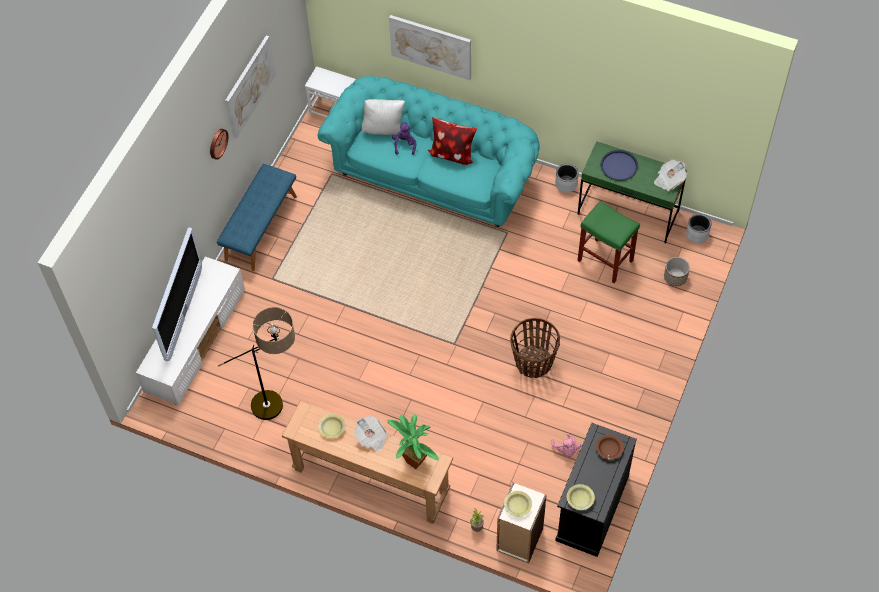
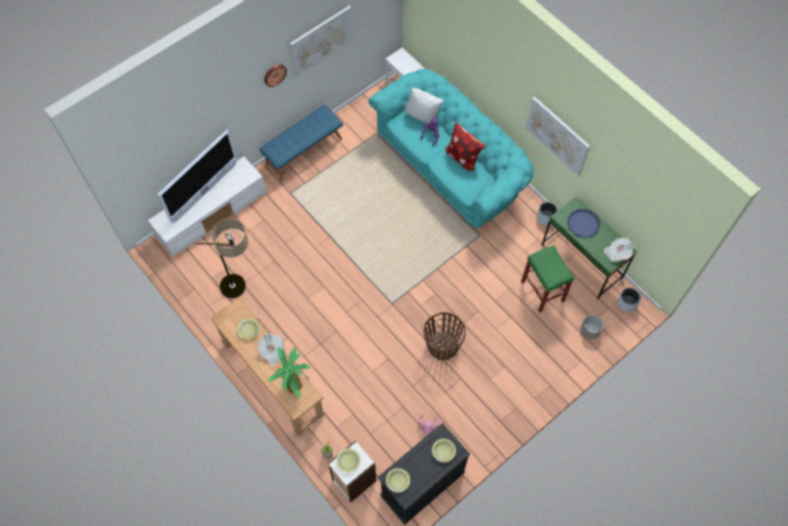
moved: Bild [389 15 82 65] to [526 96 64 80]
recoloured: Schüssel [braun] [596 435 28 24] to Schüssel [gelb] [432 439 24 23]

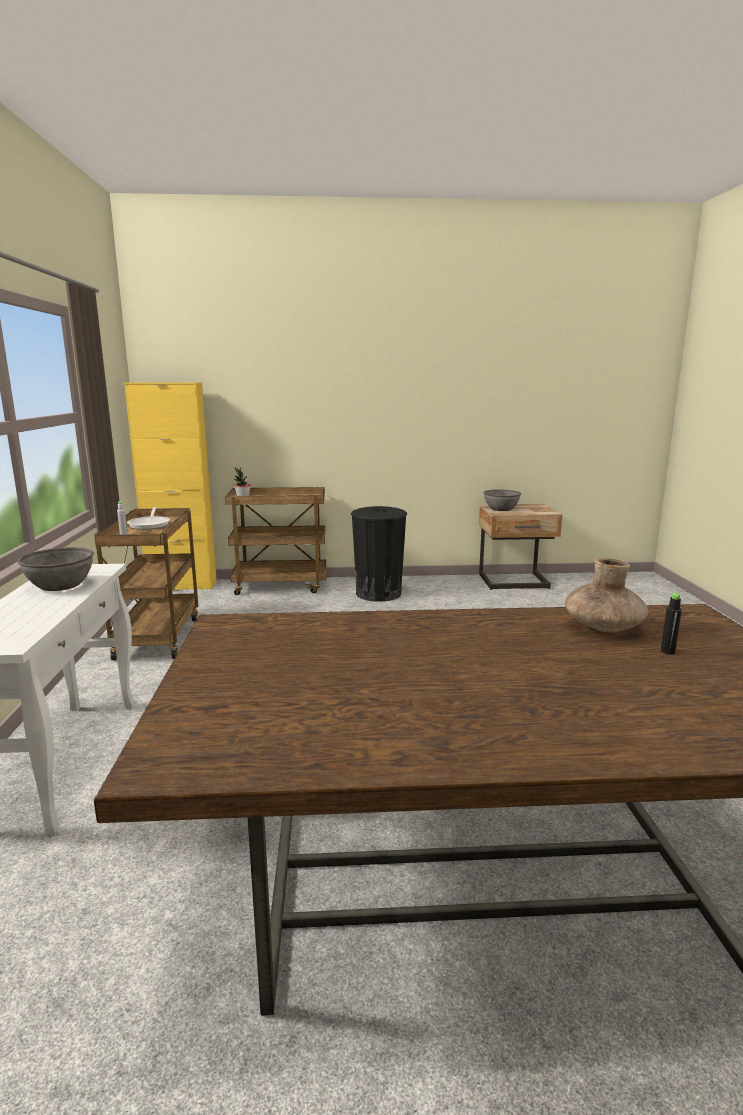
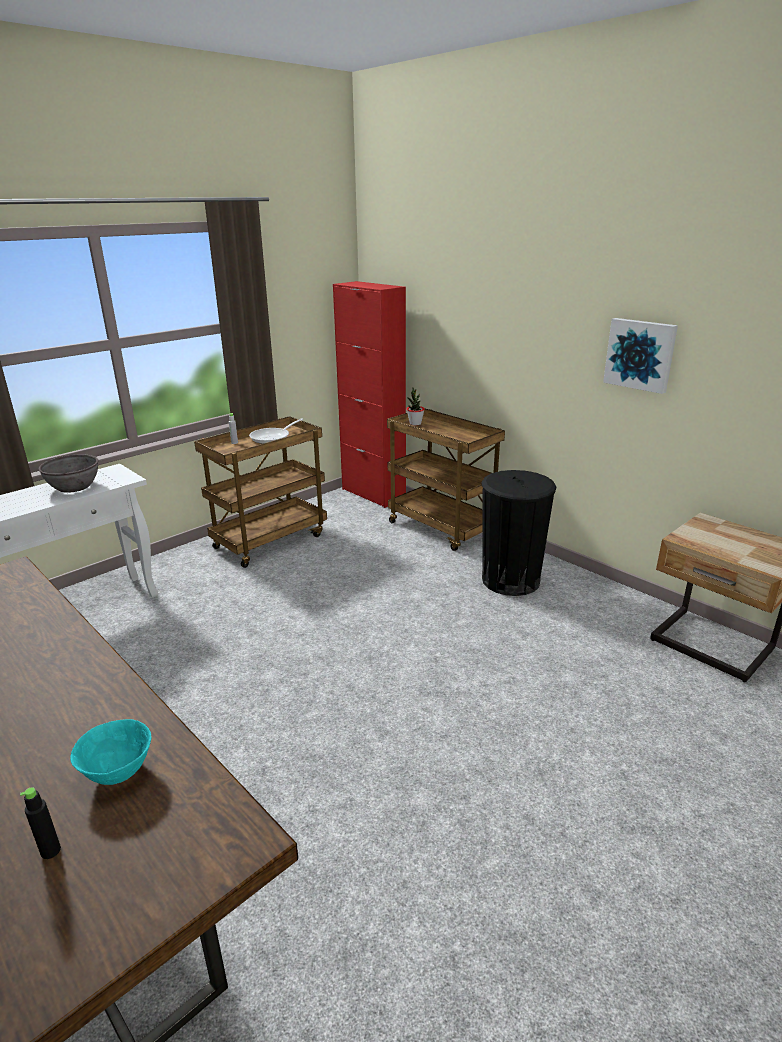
removed: Schüssel [grau] [484 489 37 22]
added: Bild [603 318 75 76]
replaced: Vase [braun] [565 558 84 75] to Schüssel [türkis] [70 719 82 66]
recoloured: Schrank [gelb] [124 382 93 208] to Schrank [rot] [333 281 73 227]

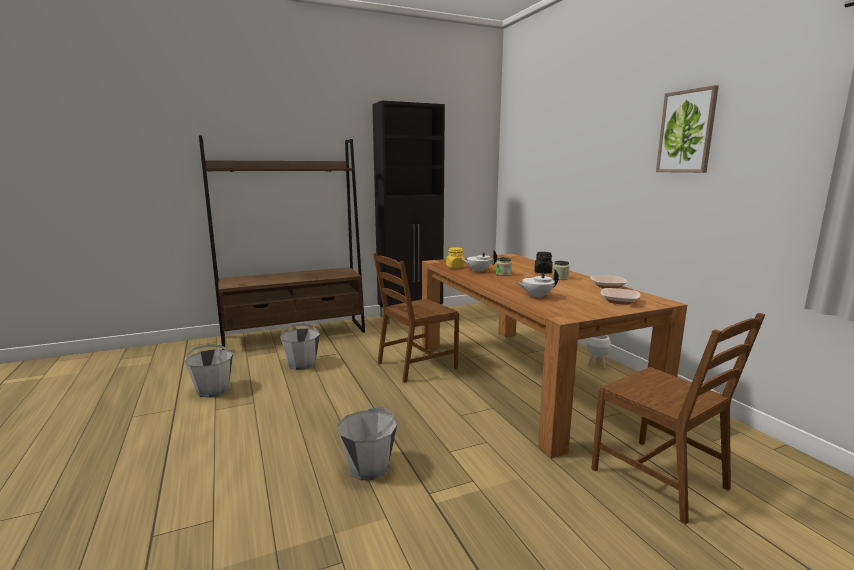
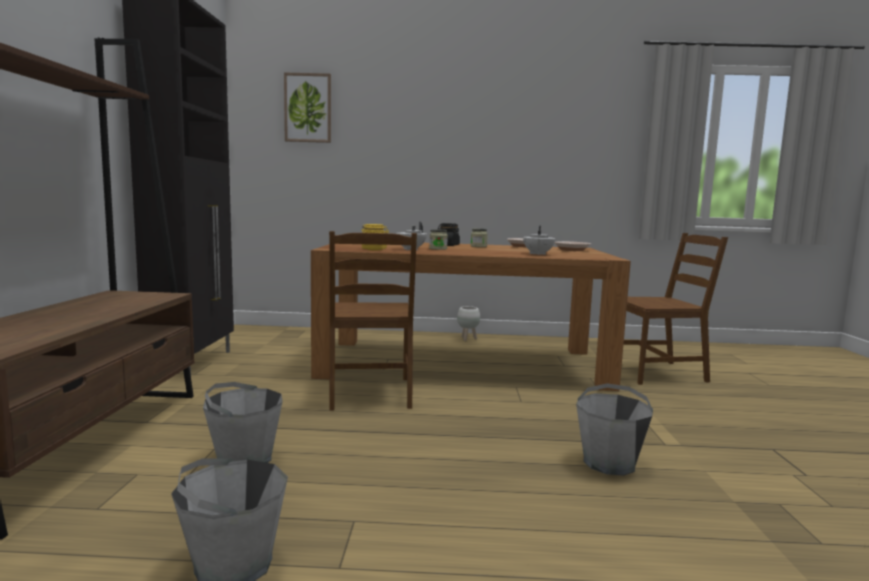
moved: Bild [656 85 63 88] to [284 72 47 71]

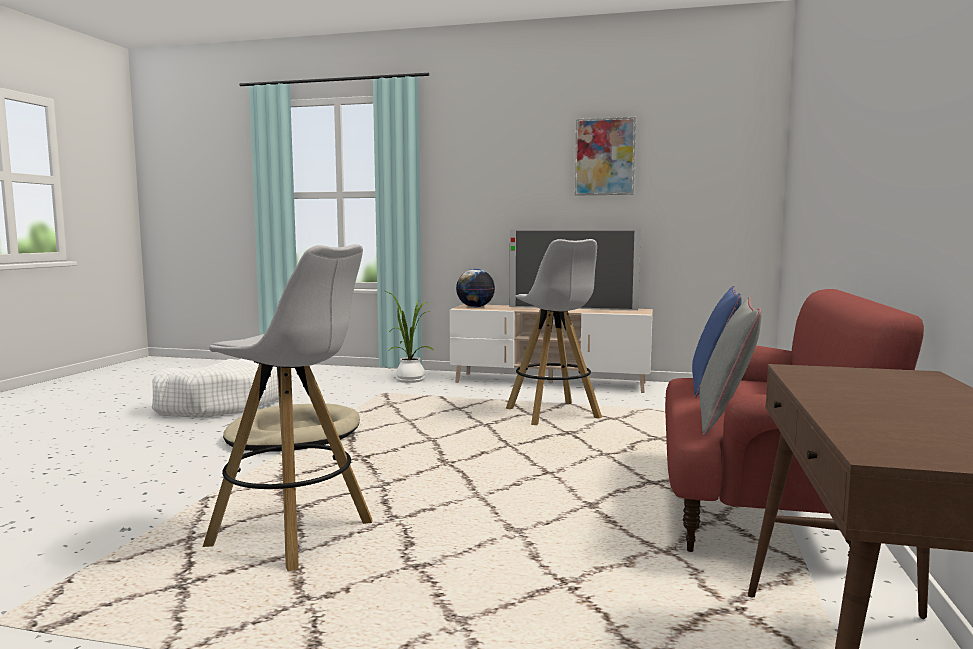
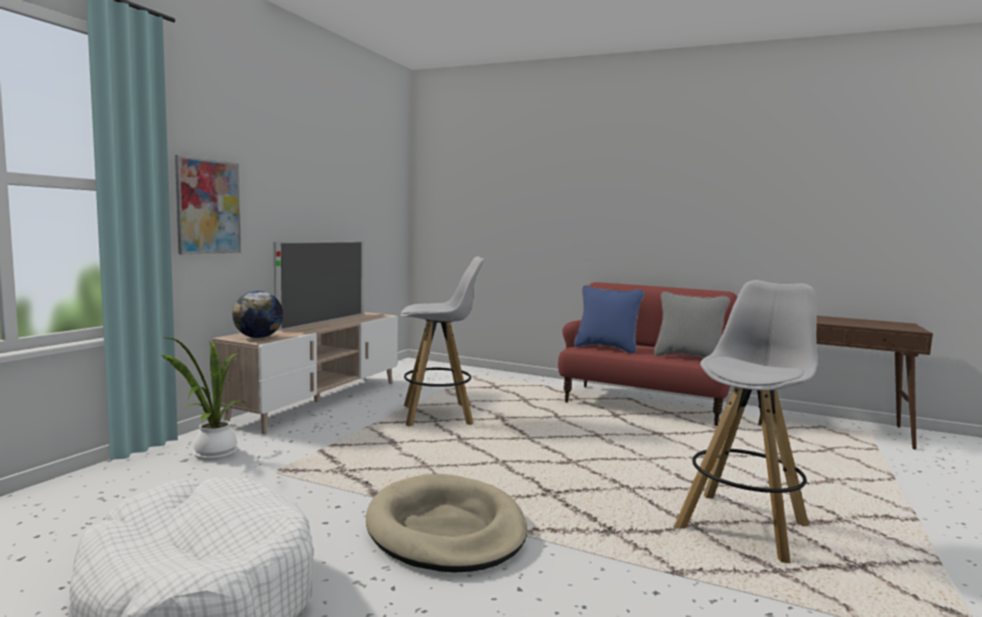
moved: Bild [575 117 61 78] to [175 155 66 99]

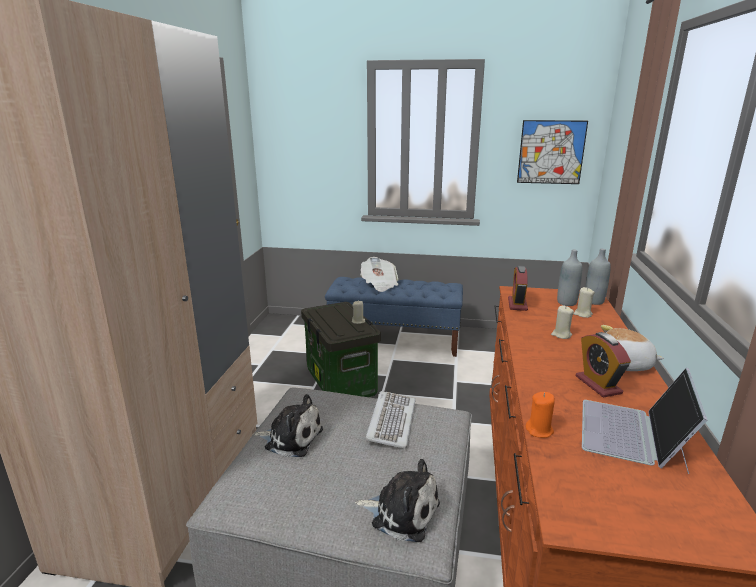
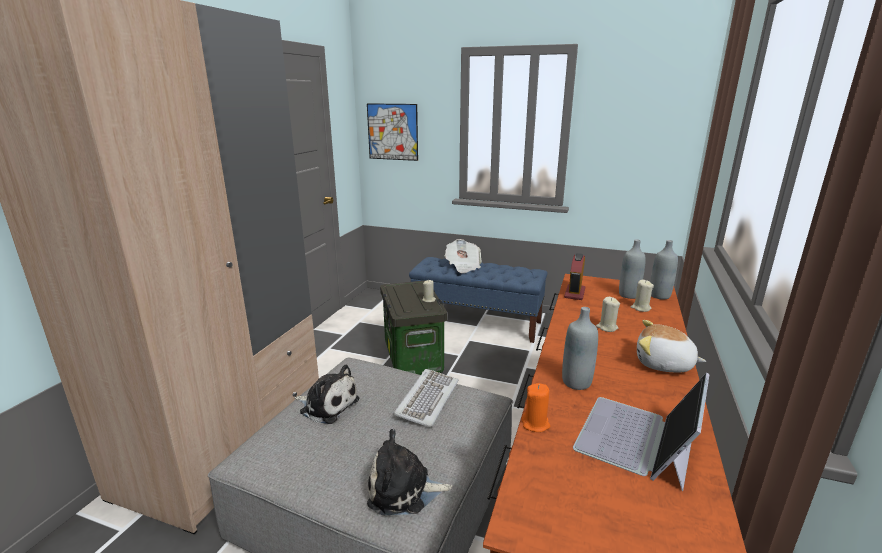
removed: Wecker [576 332 55 65]
added: Flasche [grau] [562 307 36 83]
moved: Bild [517 120 71 64] to [367 103 51 58]
turned: Plüschtier [355 459 85 83] = [367 429 86 86] 150 degrees clockwise

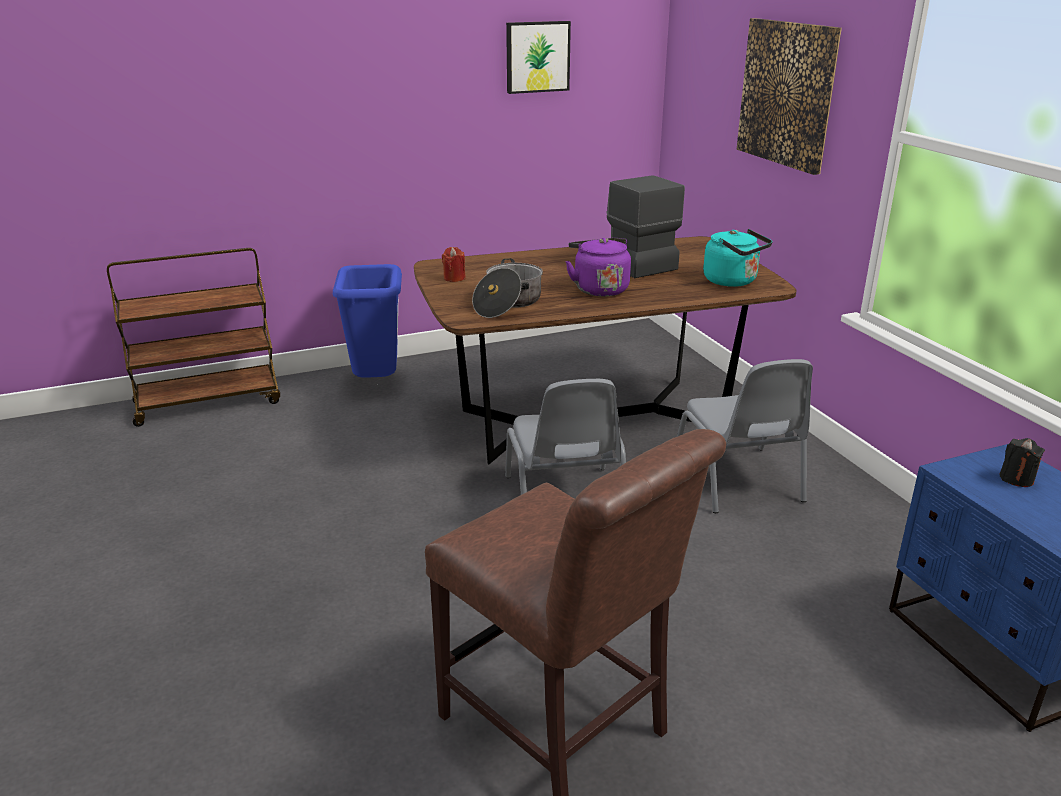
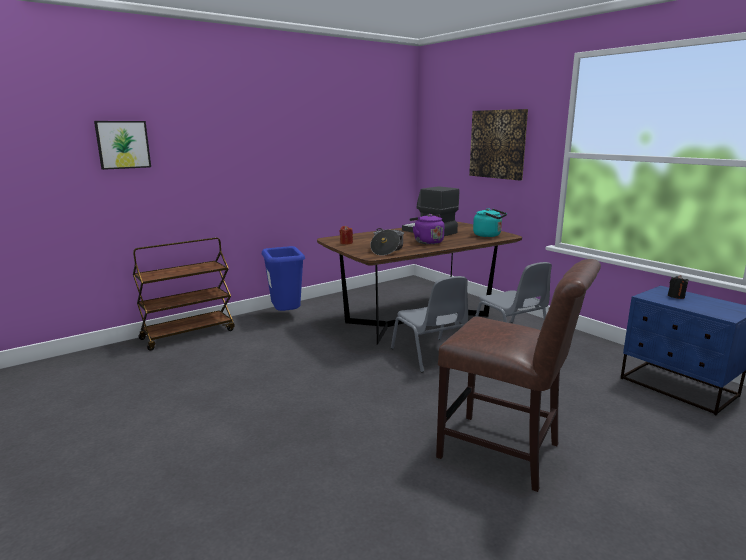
moved: Bild [506 21 65 73] to [94 121 57 49]

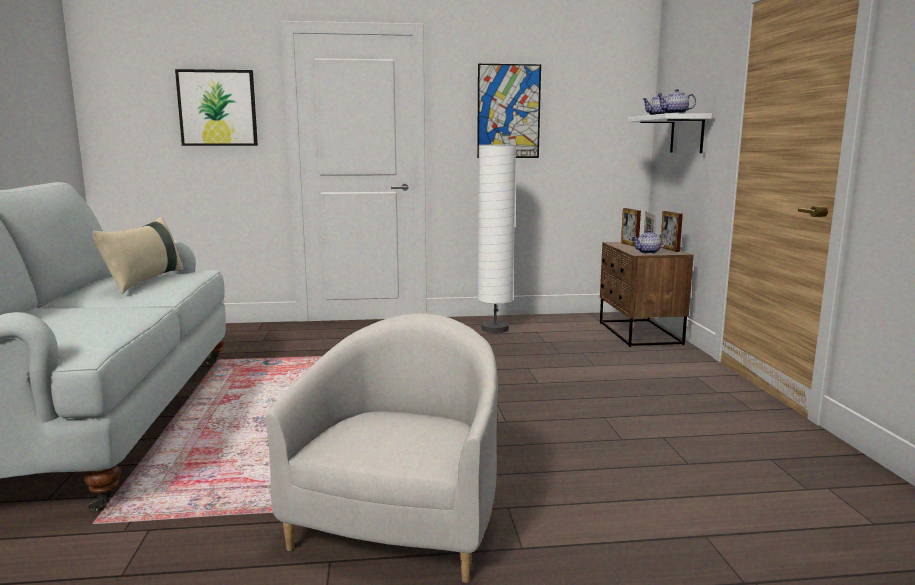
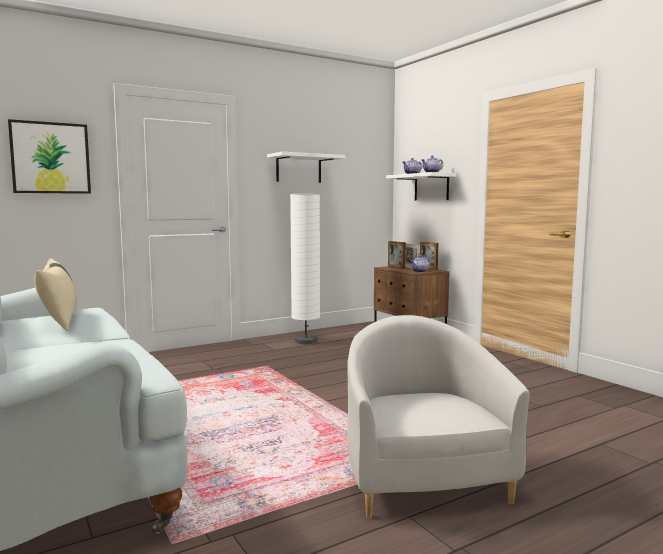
replaced: Bild [477 64 64 94] to Wandregal [weiß] [267 152 79 31]

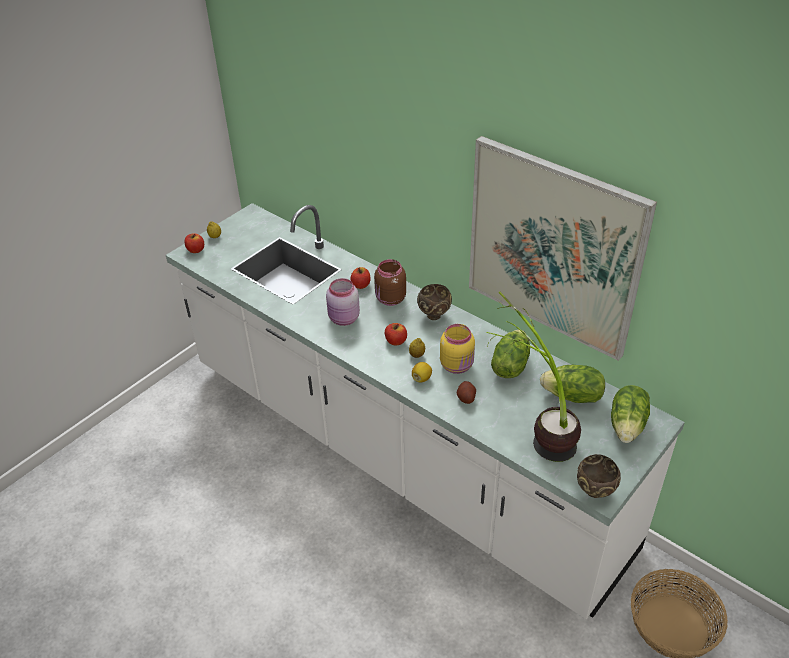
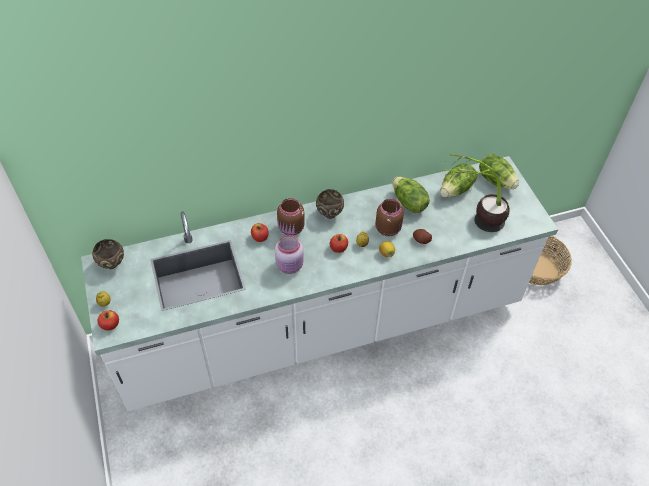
removed: Bild [469 136 188 225]
moved: Schüssel [braun] [577 454 44 44] to [92 239 32 30]
recoloured: Vorratsglas [gelb] [440 324 35 50] to Vorratsglas [braun] [375 199 29 37]

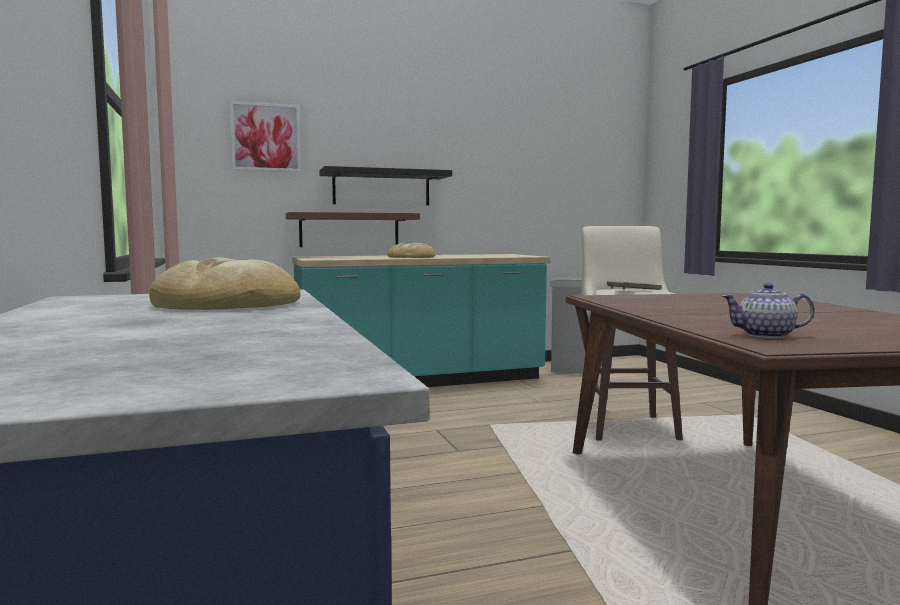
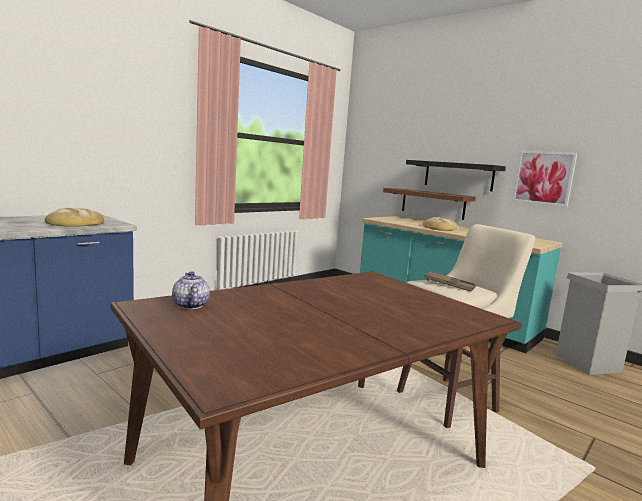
moved: Bild [230 101 71 71] to [512 151 65 56]

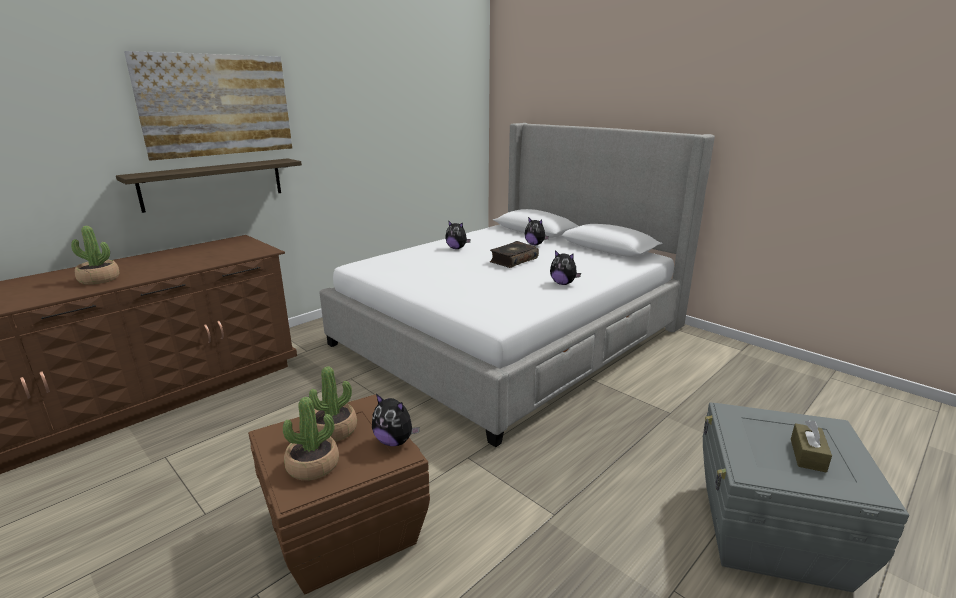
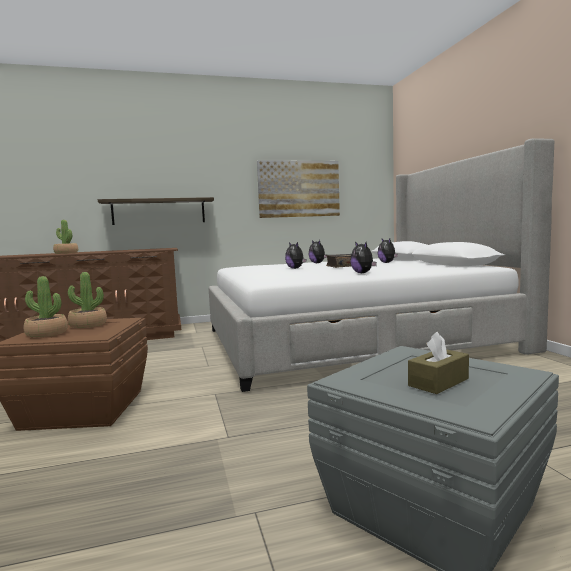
moved: Bild [124 51 168 110] to [257 160 83 58]; Plüschtier [372 394 48 52] to [285 242 21 27]

